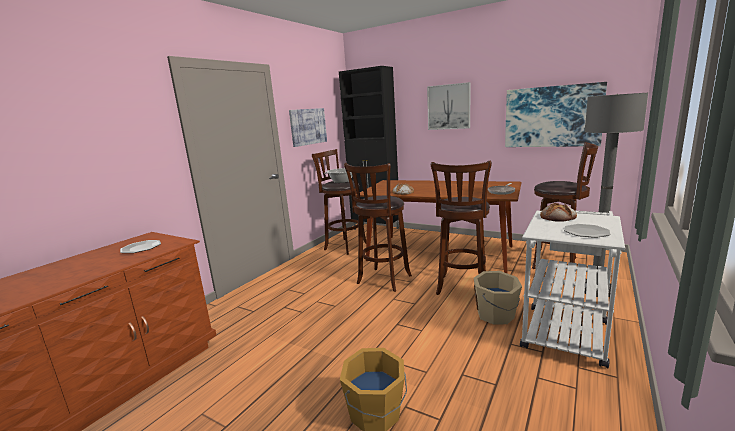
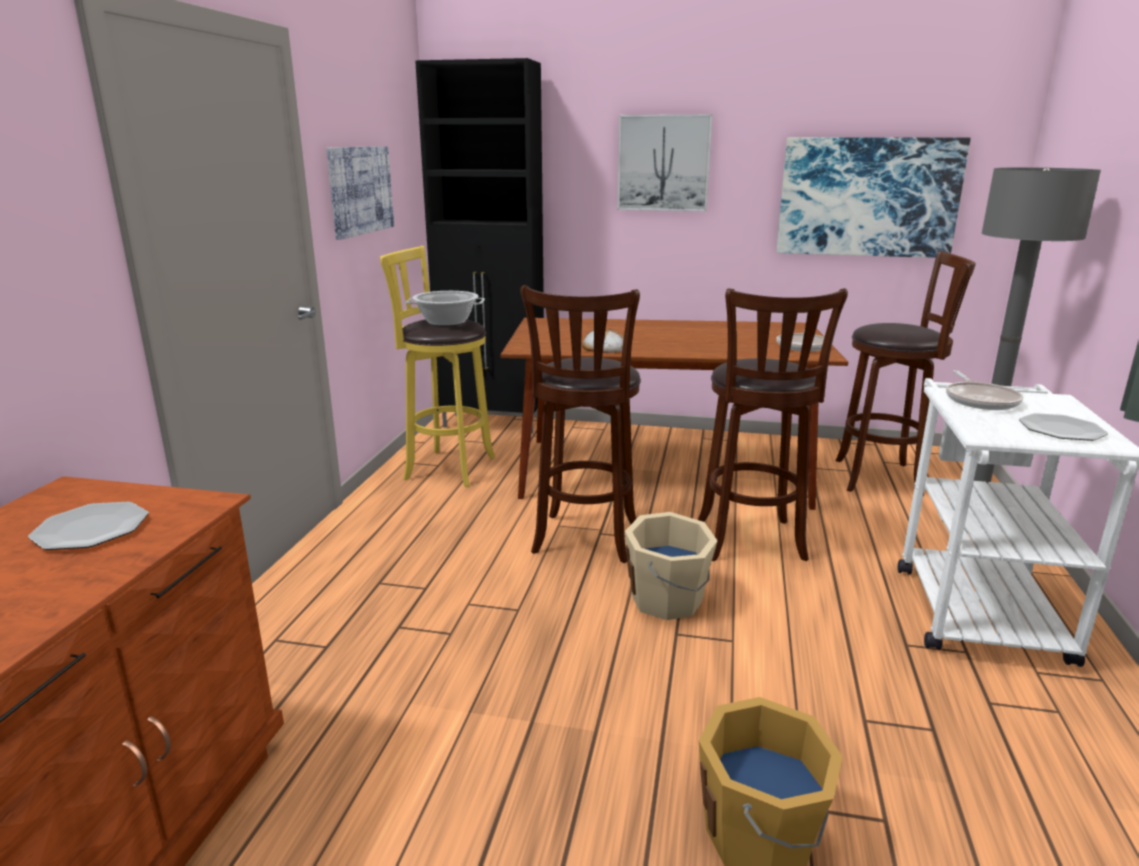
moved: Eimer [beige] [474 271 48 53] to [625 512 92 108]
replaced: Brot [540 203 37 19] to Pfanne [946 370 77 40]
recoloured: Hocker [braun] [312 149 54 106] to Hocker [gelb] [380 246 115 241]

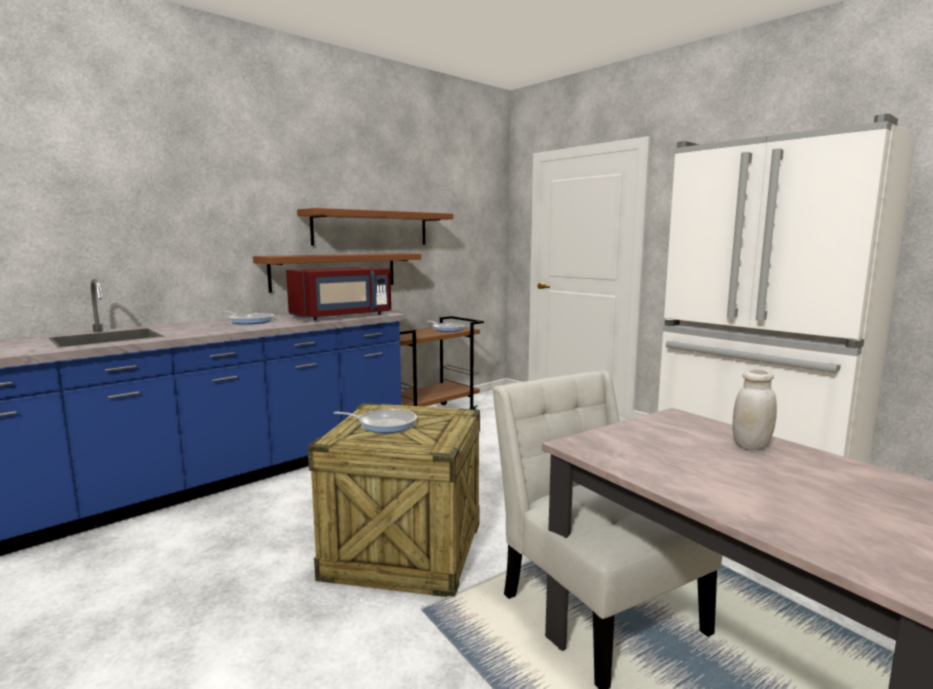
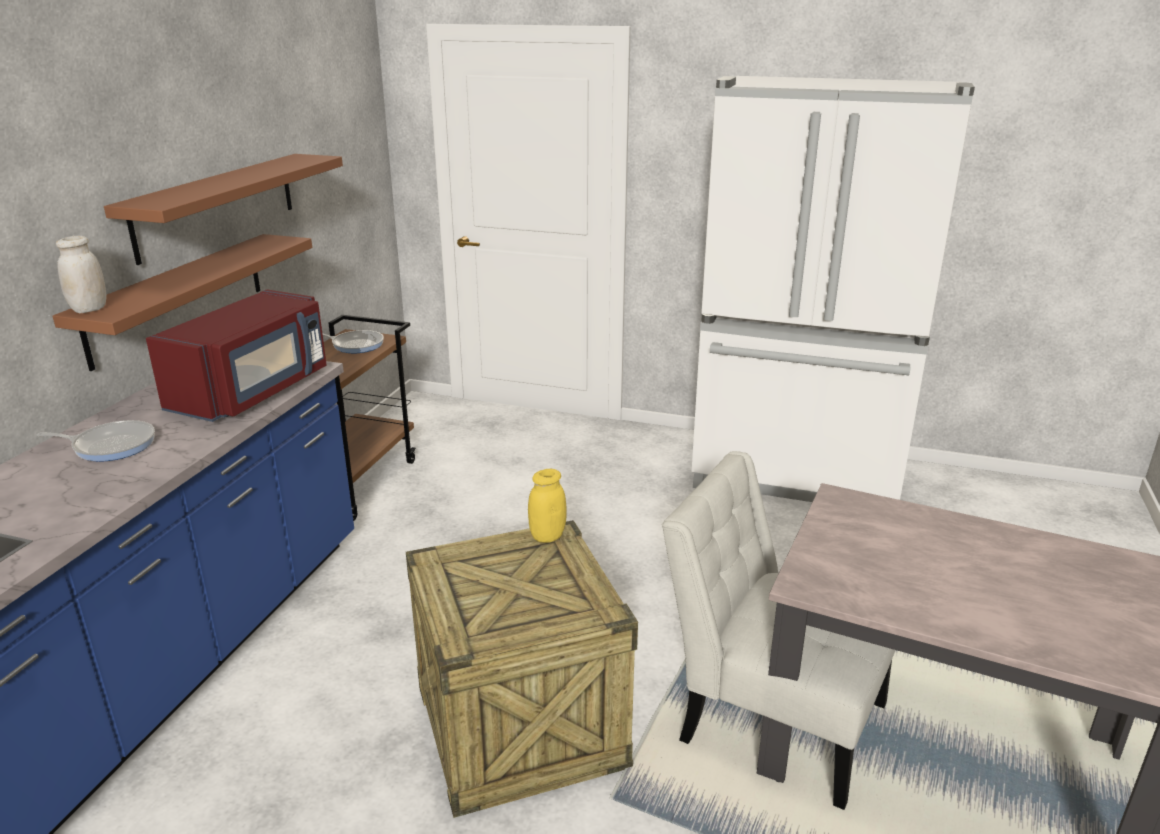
removed: Pfanne [334 409 83 24]
added: Vorratsglas [gelb] [528 469 39 74]
moved: Vorratsglas [weiß] [732 370 45 80] to [56 236 50 77]

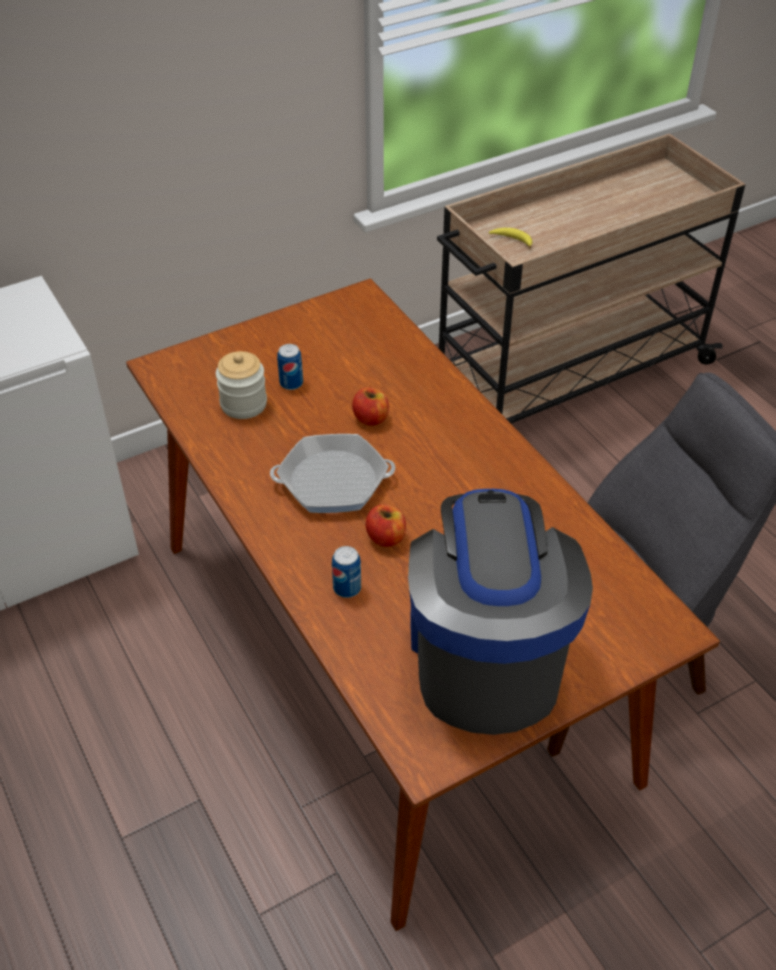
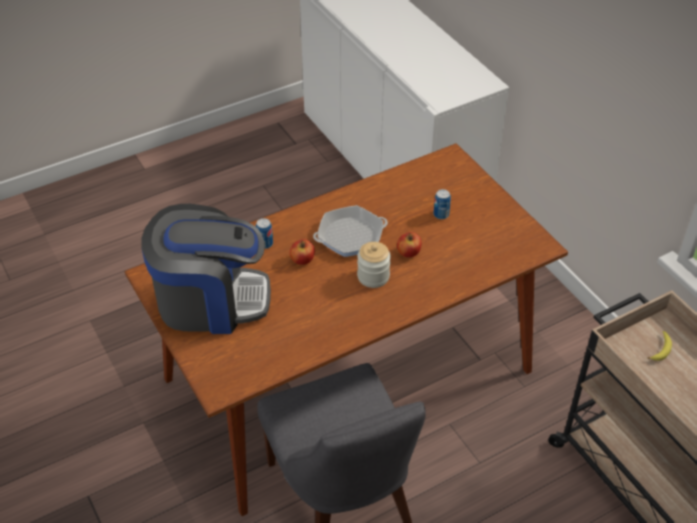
moved: Vorratsglas [216 351 51 68] to [357 242 34 46]
turned: Pfanne [270 434 125 79] = [313 205 75 52] 75 degrees clockwise

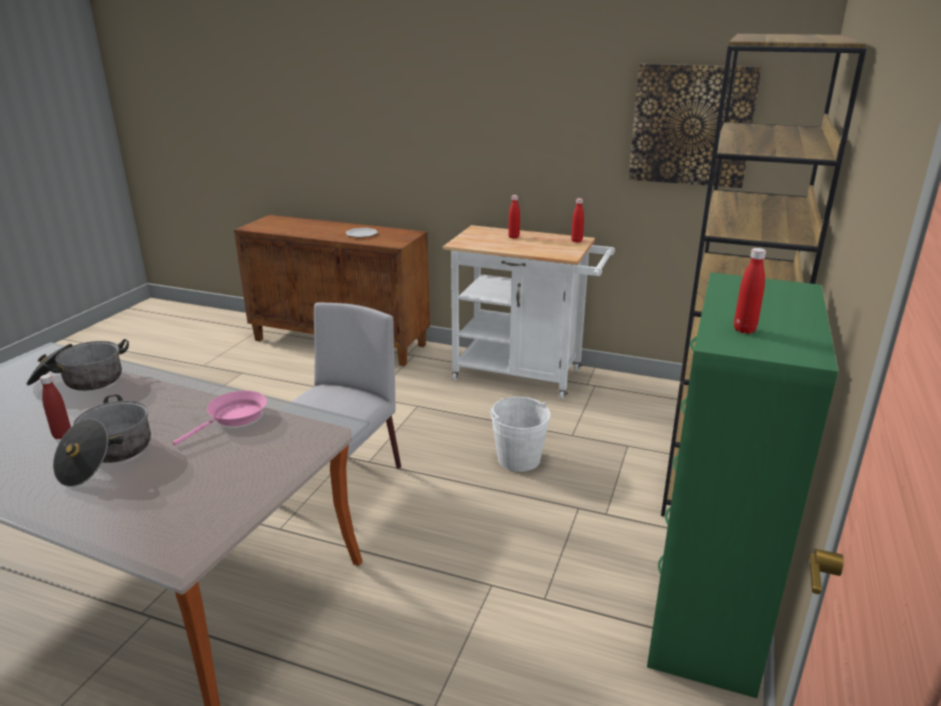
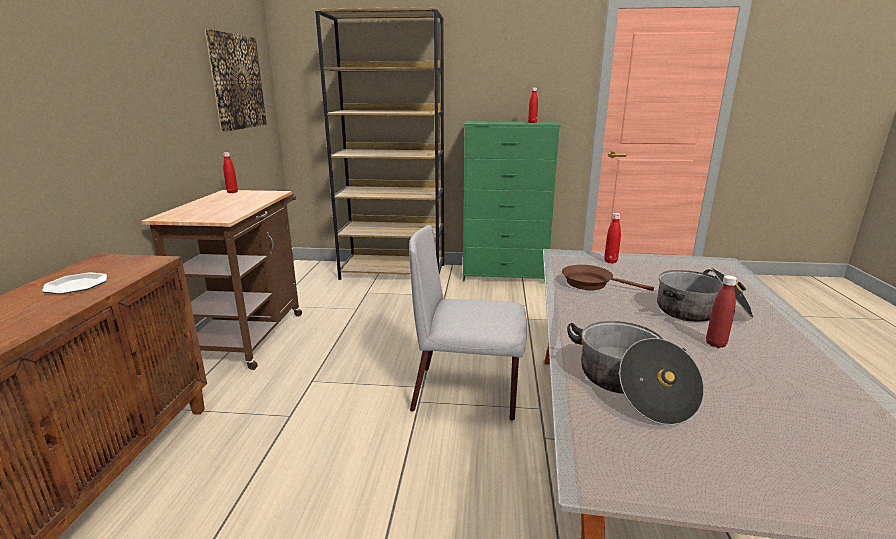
removed: Eimer [weiß] [490 397 61 75]
moved: Flasche [rot] [508 195 12 44] to [604 213 17 50]
recoloured: Rollwagen [weiß] [443 225 172 175] to Rollwagen [braun] [142 190 160 180]; Pfanne [rosa] [172 391 95 55] to Pfanne [braun] [562 265 92 26]

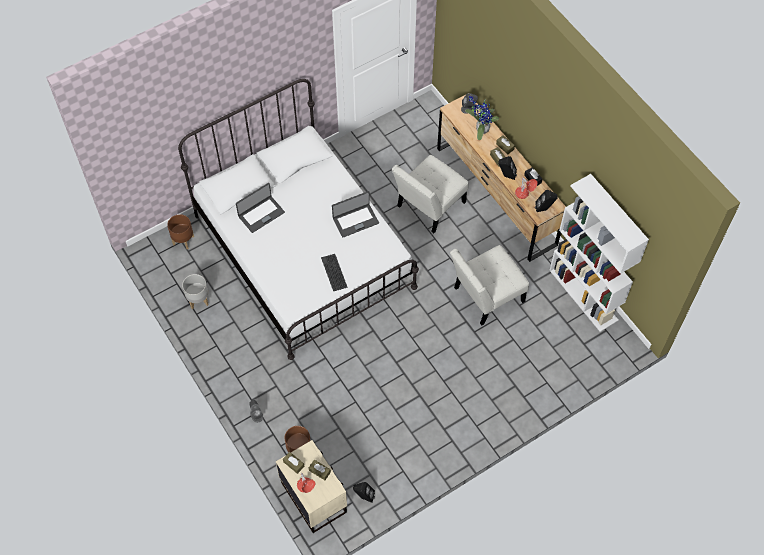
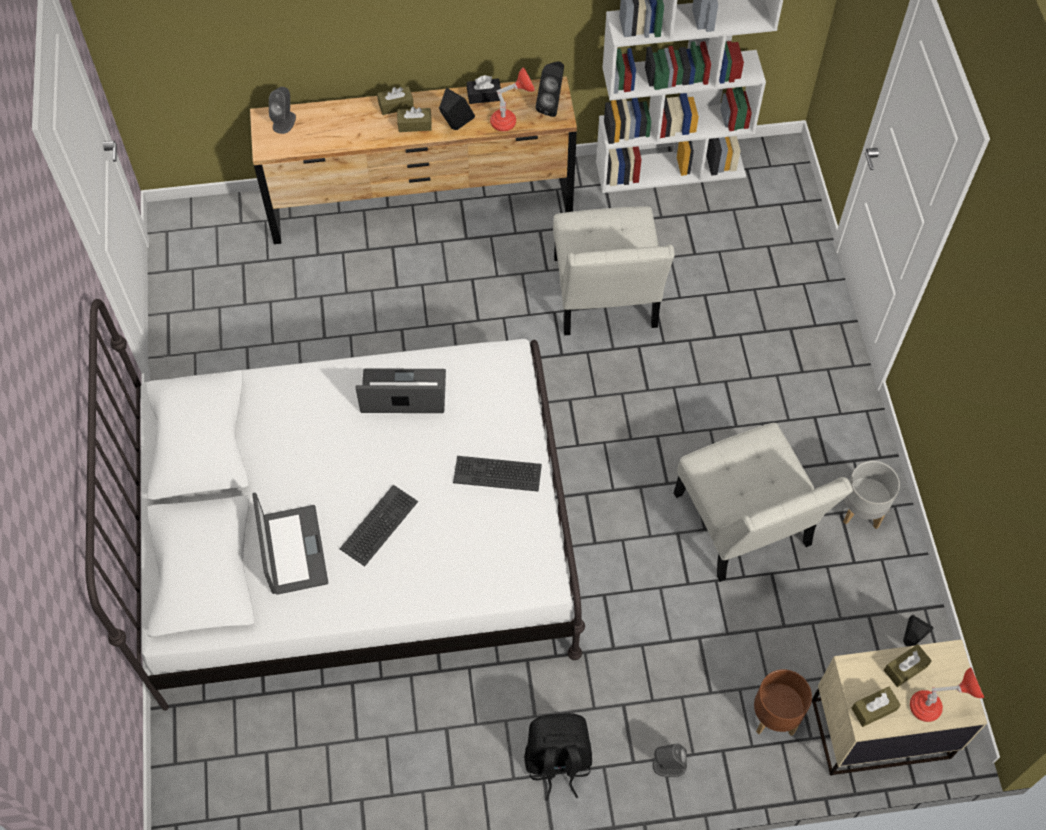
removed: Topfpflanze [465 96 34 44]; Pflanzkübel [braun] [167 214 27 35]
added: Tastatur [340 485 78 82]; Rucksack [schwarz] [524 713 68 88]
moved: Stuhl [weiß] [392 155 77 78] to [674 423 179 159]; Pflanzkübel [grau] [182 274 27 35] to [843 461 57 68]
turned: Laptop [332 191 47 46] = [355 368 91 45] 90 degrees counterclockwise

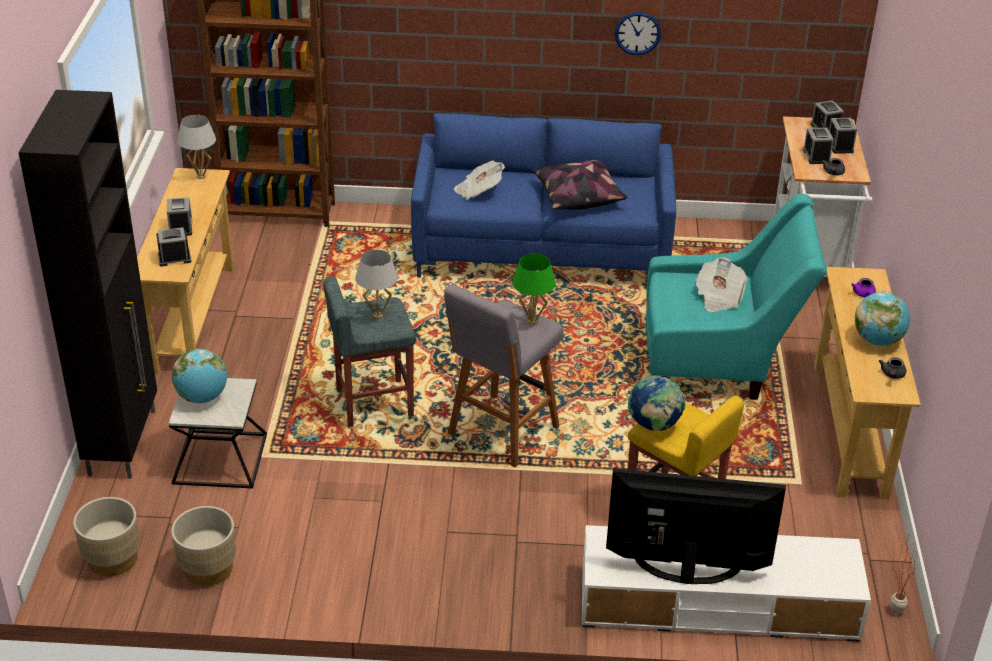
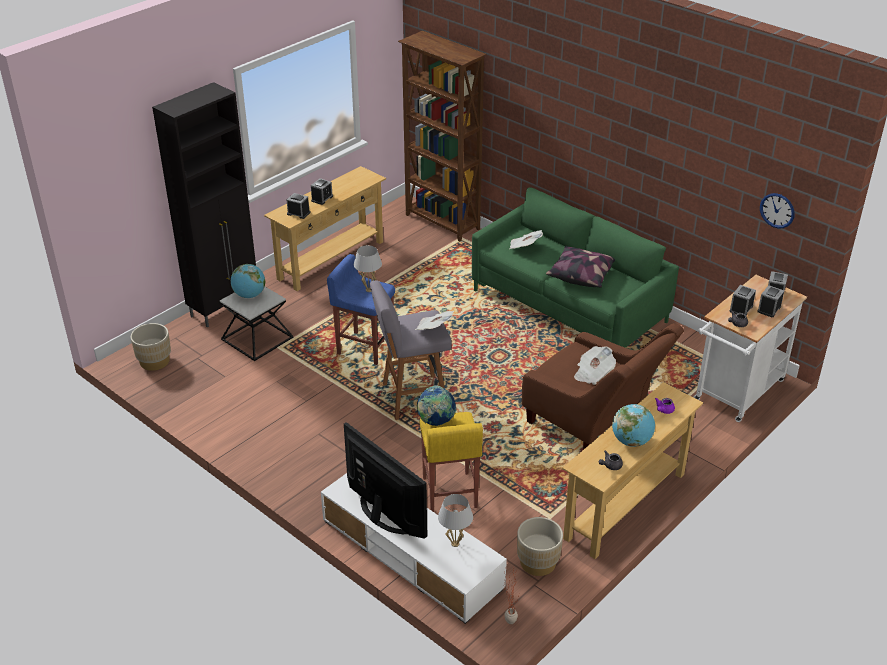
moved: Wanduhr [615 12 46 43] to [760 193 35 36]; Tischlampe [weiß] [178 115 38 64] to [438 494 35 53]; Pflanzkübel [beige] [171 506 65 80] to [517 517 46 59]
replaced: Tischlampe [grün] [512 254 44 71] to Zeitung [415 311 39 19]
recoloured: Sofa [blau] [411 113 265 164] to Sofa [grün] [472 187 207 161]; Sessel [türkis] [646 194 181 206] to Sessel [braun] [522 323 162 127]; Hocker [grau] [323 276 93 151] to Hocker [blau] [327 254 68 111]

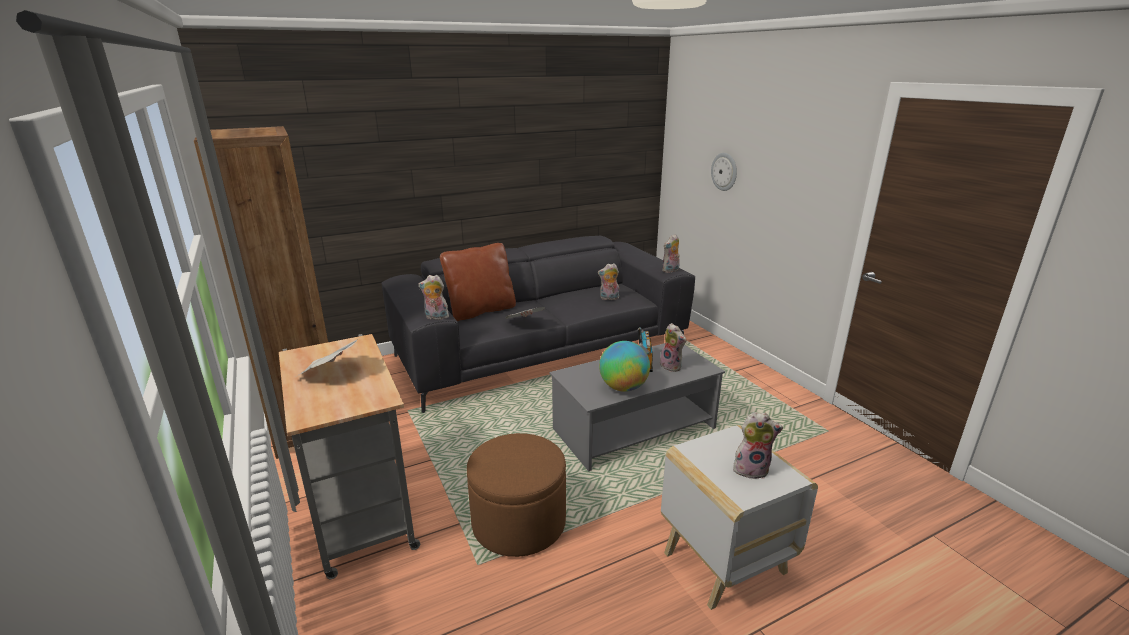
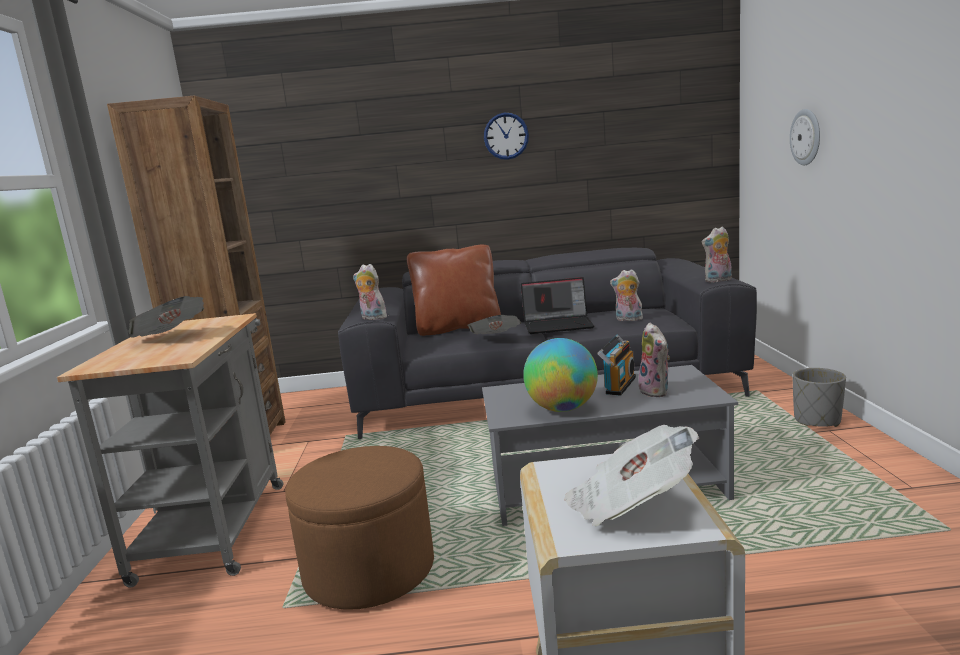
added: Wanduhr [484 113 45 47]; Laptop [521 277 73 57]; Pflanzkübel [grau] [792 368 54 59]
replaced: Plüschtier [733 412 50 67] to Zeitung [564 425 135 102]

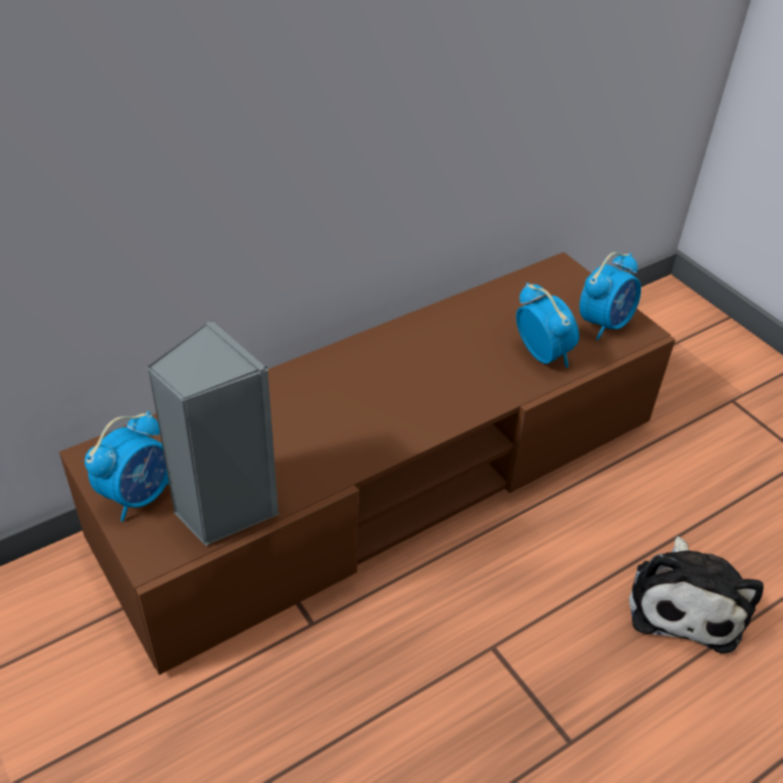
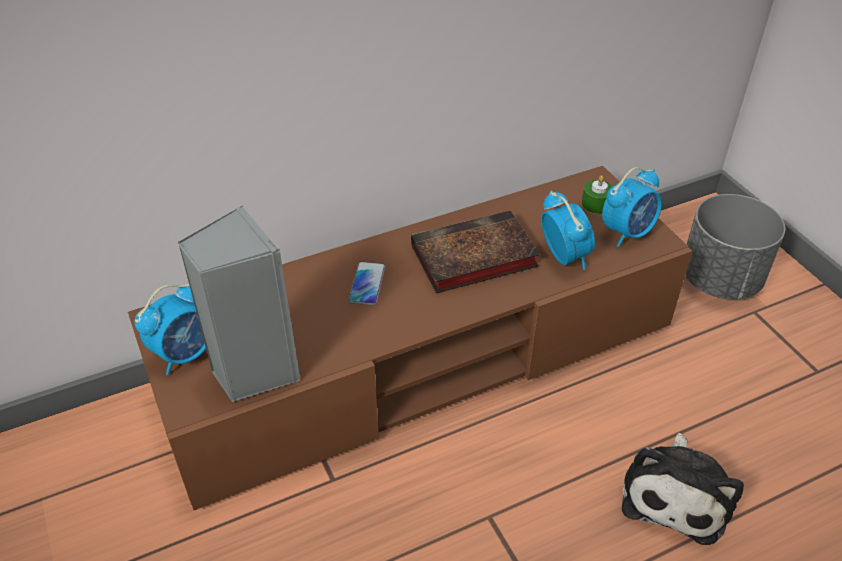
added: Kerze [grün] [582 176 31 38]; Pflanzkübel [grau] [685 194 100 106]; Buch [411 210 129 84]; Handy [348 261 37 44]

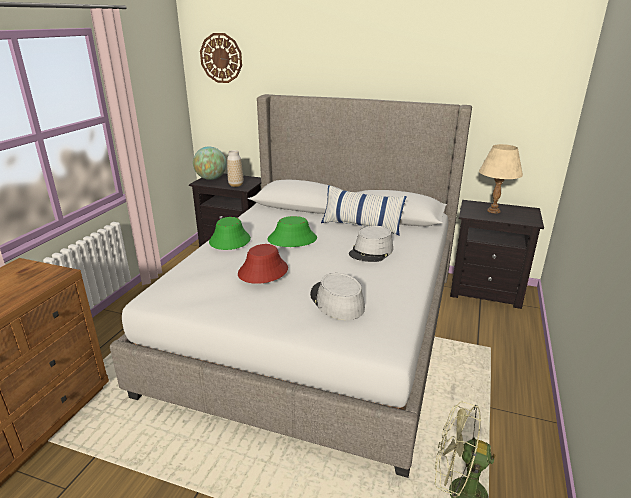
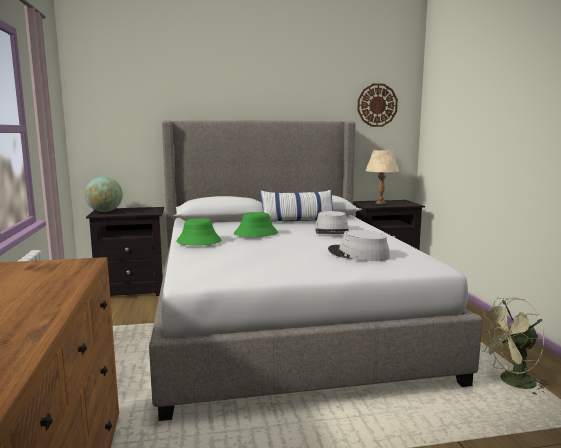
removed: Vase [227 150 16 37]; Hut [rot] [238 244 50 40]
moved: Wanduhr [200 33 42 50] to [357 83 41 44]

